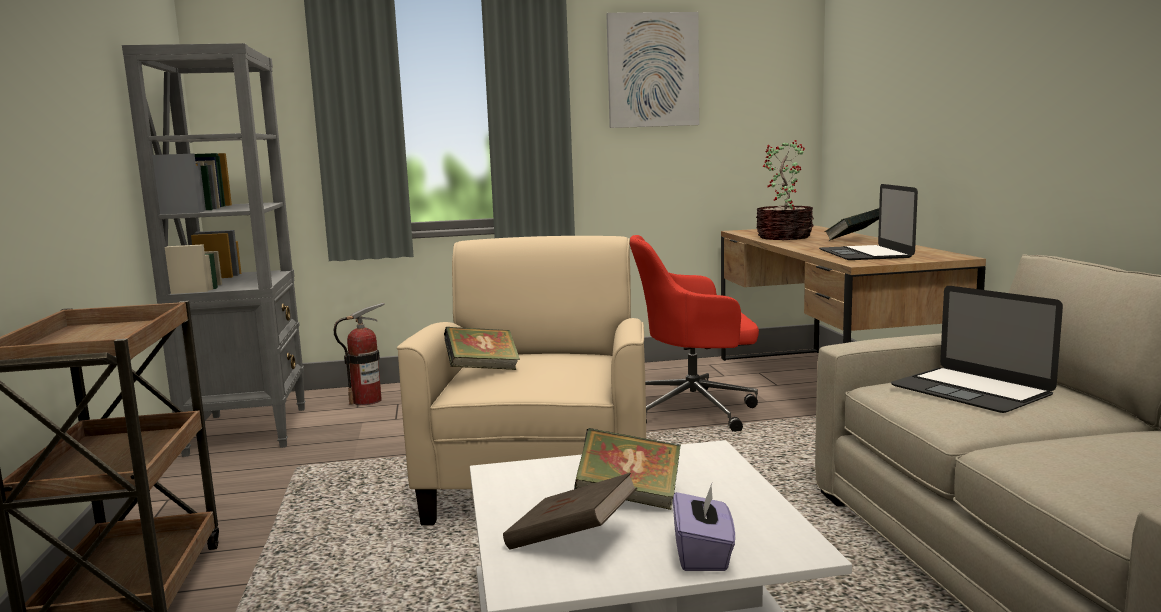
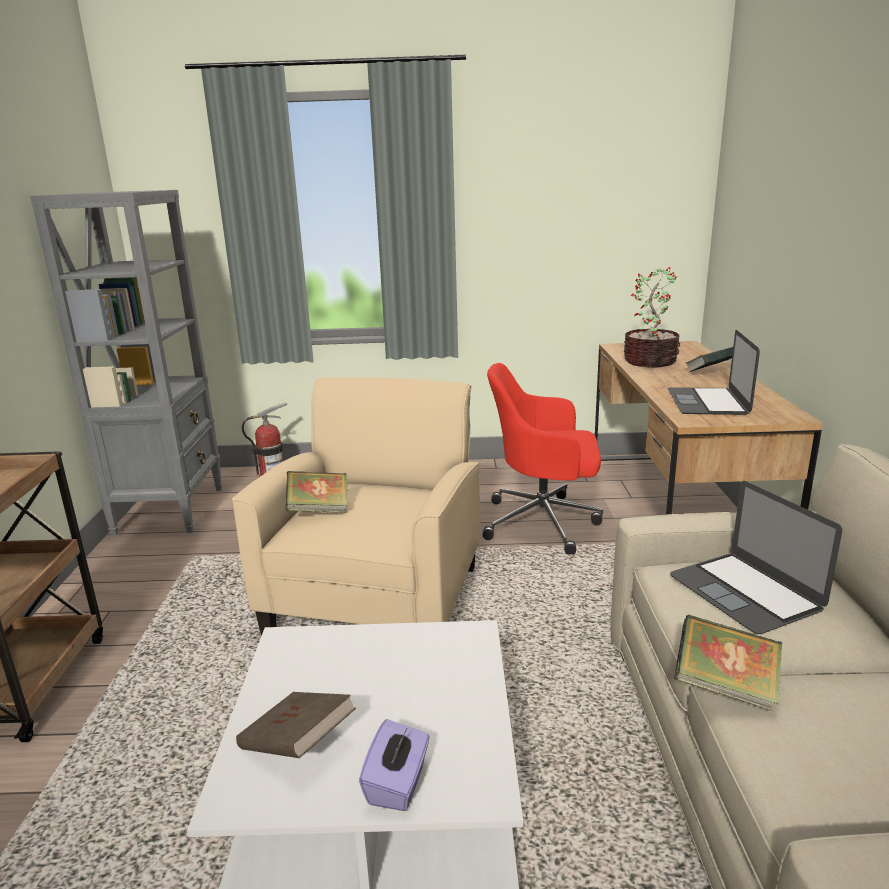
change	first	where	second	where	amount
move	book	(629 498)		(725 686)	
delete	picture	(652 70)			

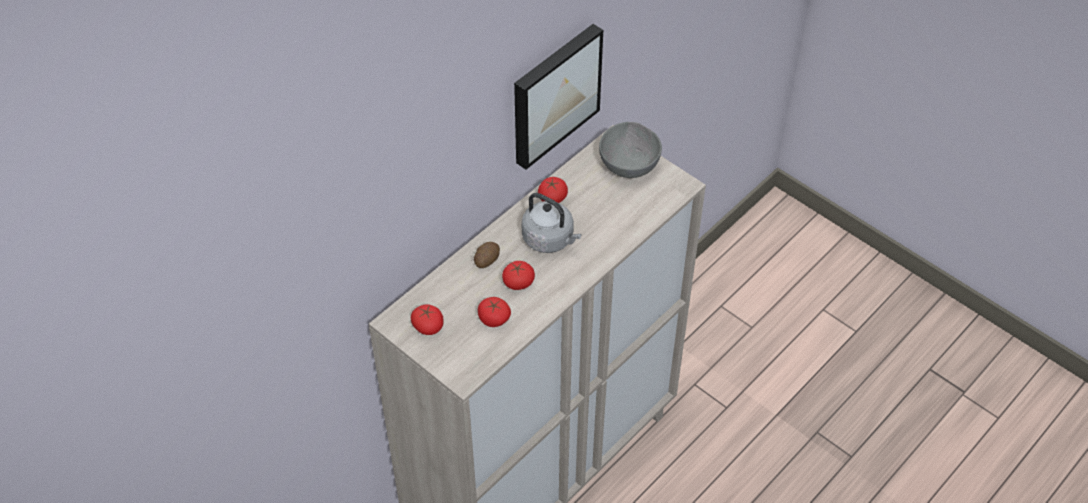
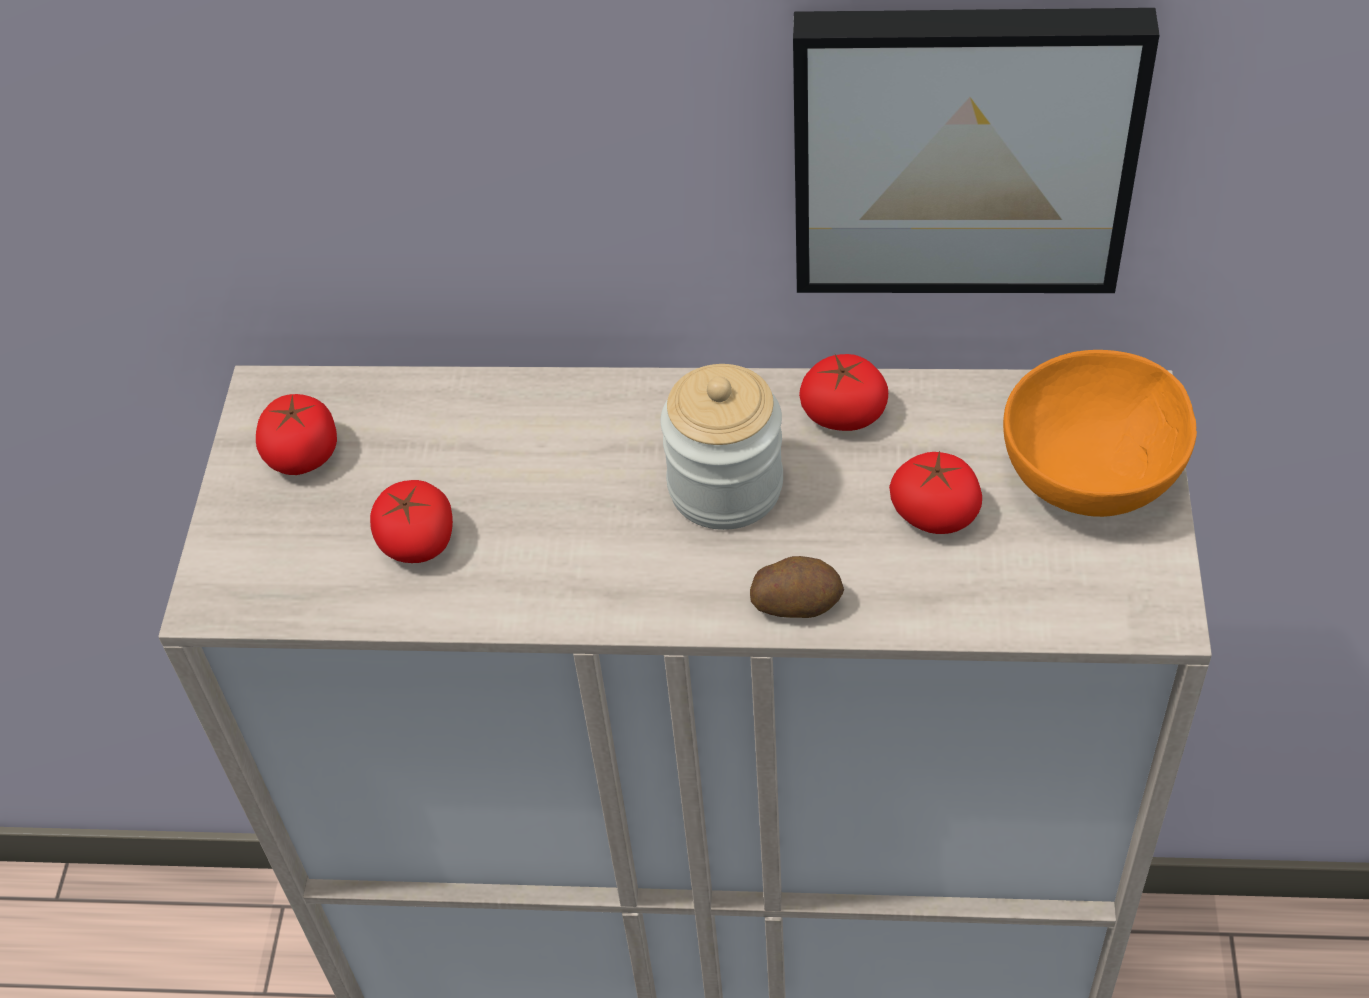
change	first	where	second	where	amount
replace	grey_kettle	(550 239)	jar	(725 487)	
move	potato	(486 260)		(796 602)	
move	tomato	(518 282)		(935 512)	
recolor	grey_bowl	(630 164)	orange_bowl	(1096 475)	

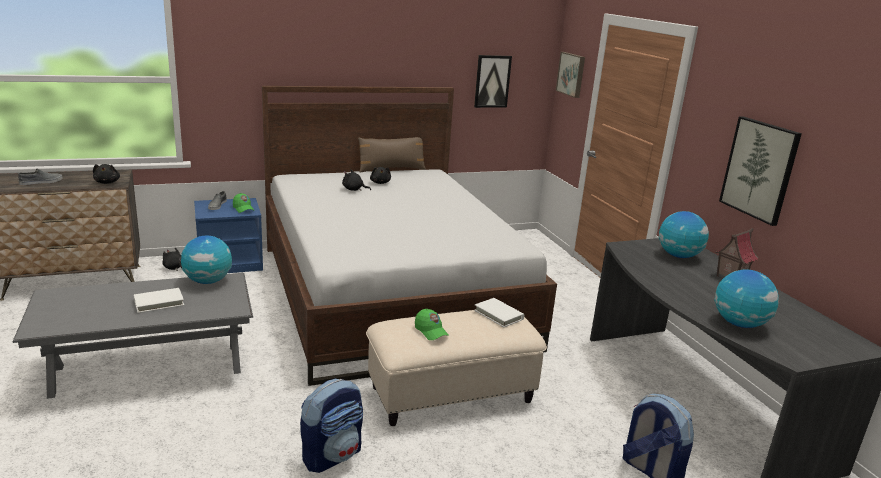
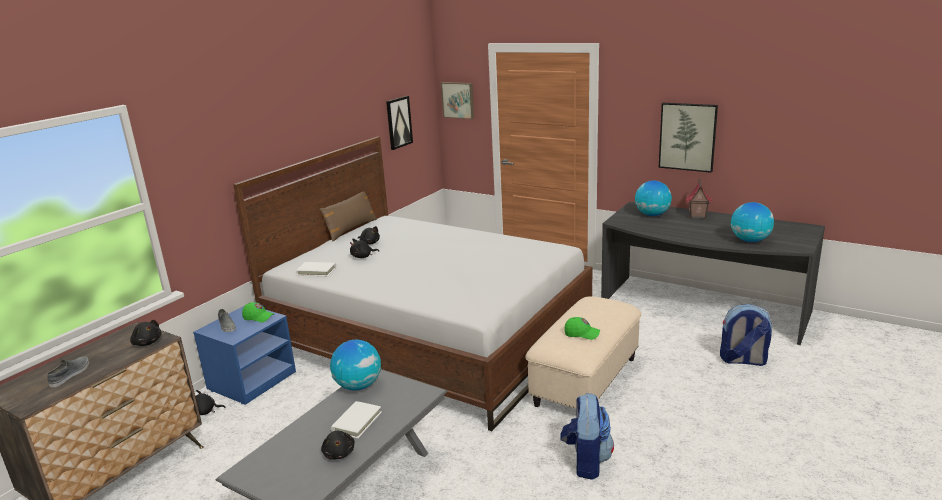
change	first	where	second	where	amount
move	white_book	(498 315)		(316 271)	
insert			black_plush_toy	(339 453)	

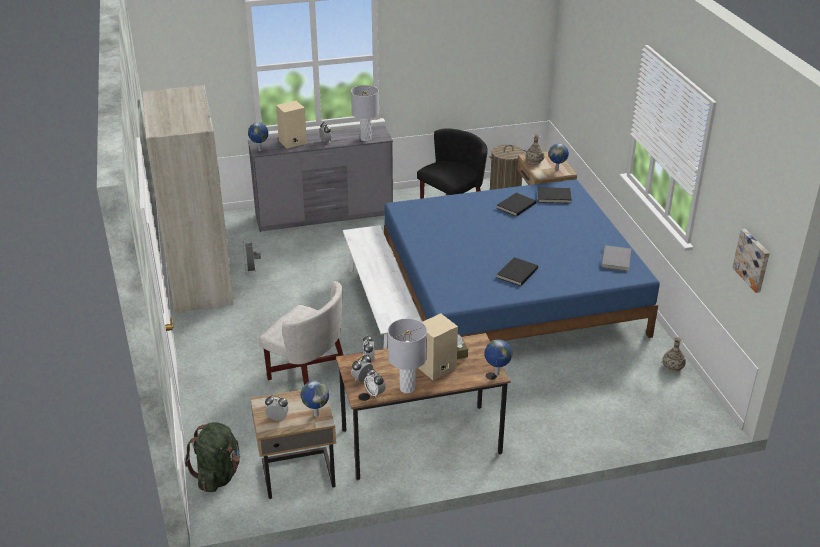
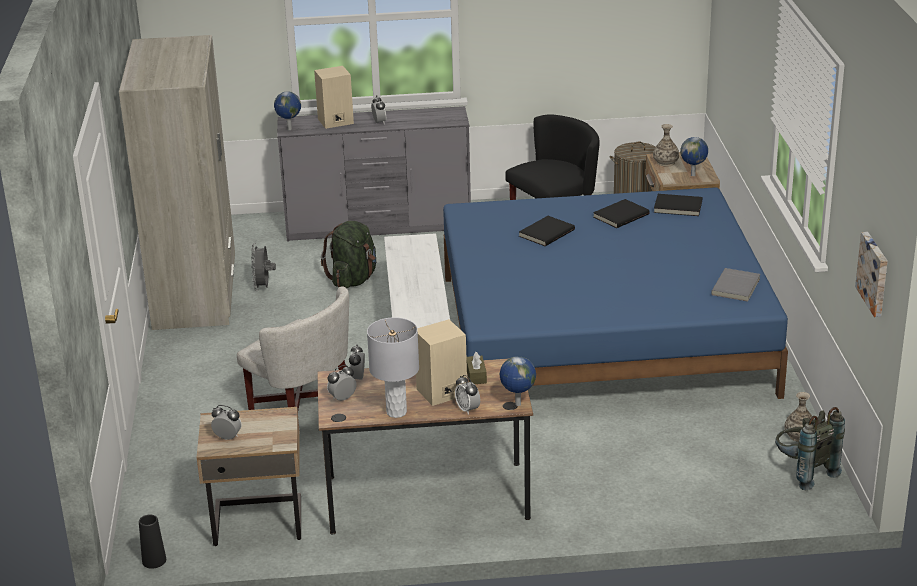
change	first	where	second	where	amount
insert			black_vase	(154 560)	
move	green_backpack	(218 475)		(353 280)	
move	alarm_clock	(375 393)		(467 409)	
move	black_book	(516 273)		(546 233)	
insert			grey_backpack	(803 472)	
delete	globe	(316 414)			
delete	grey_table_lamp	(366 139)			

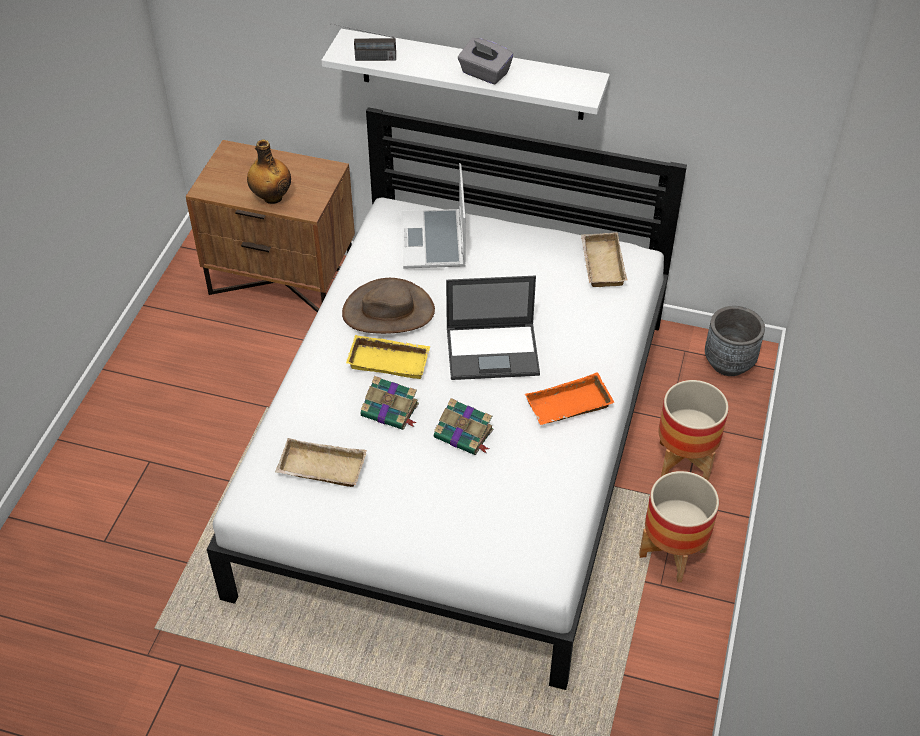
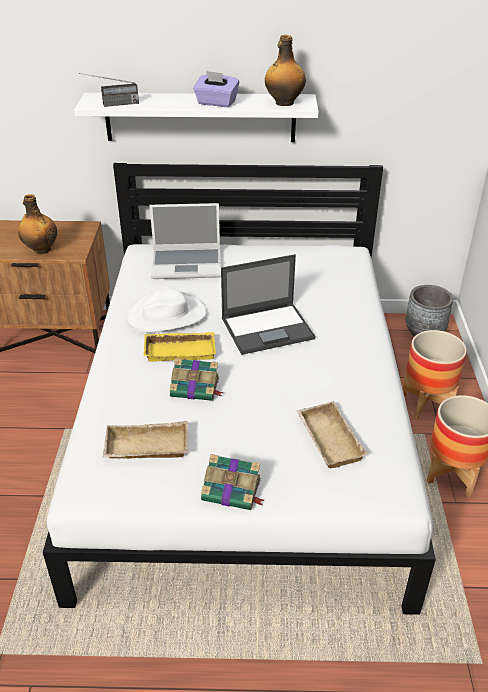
change	first	where	second	where	amount
recolor	brown_hat	(388 311)	white_hat	(166 315)	
rotate	laptop	(435 242)		(187 264)	75 degrees counterclockwise
recolor	grey_tissue_box	(484 74)	purple_tissue_box	(216 103)	
move	book	(464 434)		(232 490)	
insert			bottle	(283 103)	
move	beige_tray	(600 263)		(327 439)	
delete	orange_tray	(568 407)			

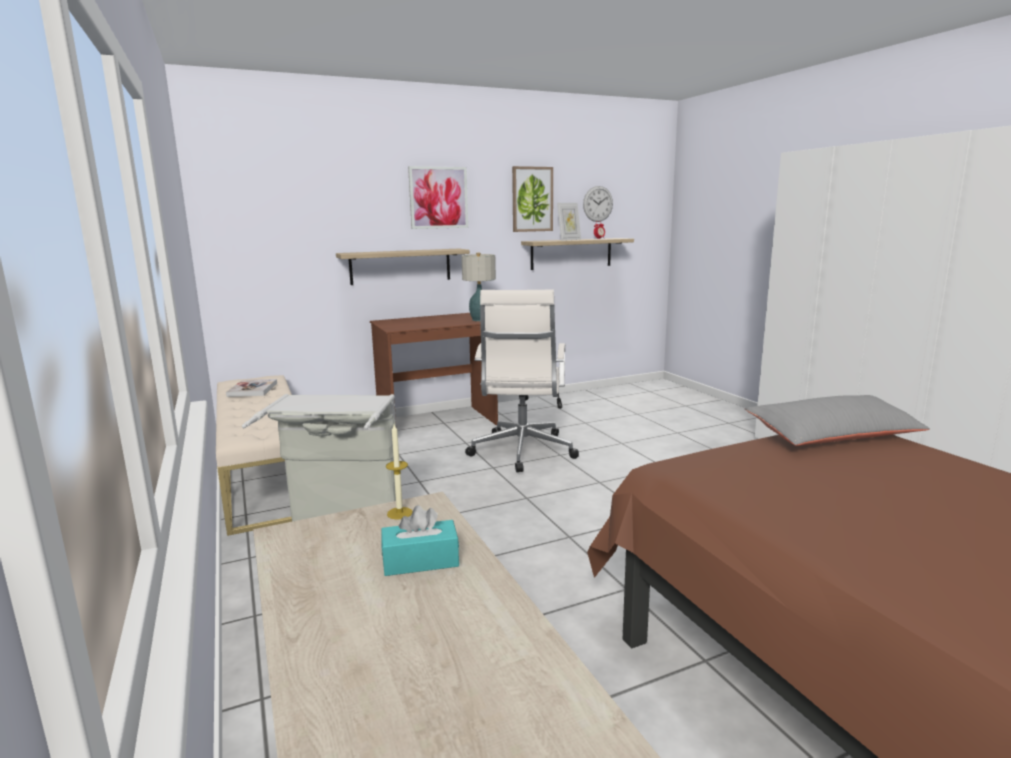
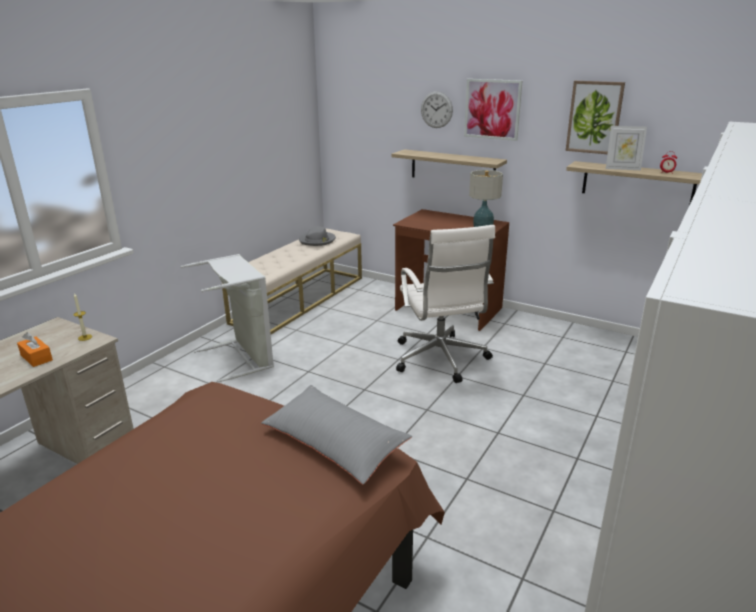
change	first	where	second	where	amount
recolor	turquoise_tissue_box	(420 561)	orange_tissue_box	(36 358)	
replace	book	(252 389)	grey_hat	(317 240)	
rotate	white_office_chair	(522 452)		(440 359)	75 degrees counterclockwise
move	wall_clock	(598 204)		(436 109)	

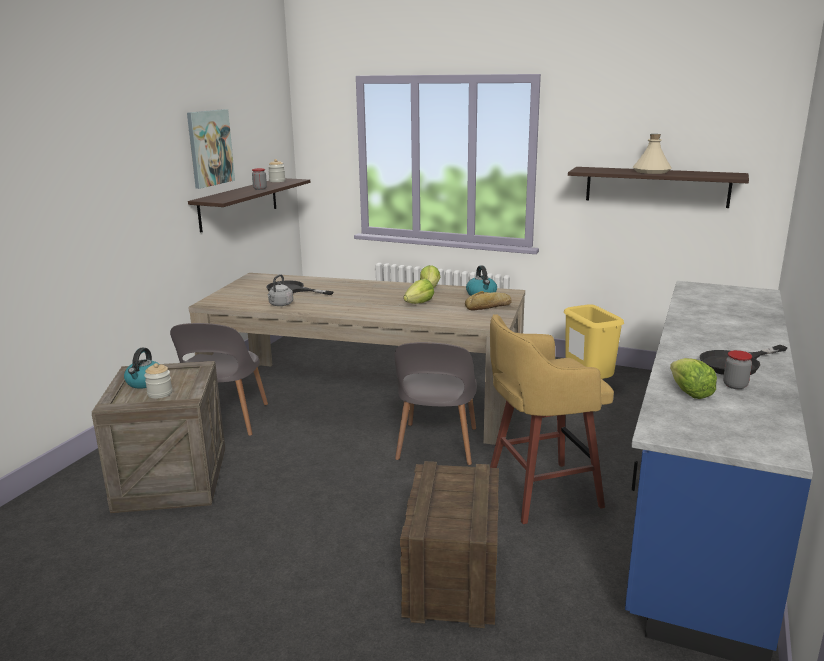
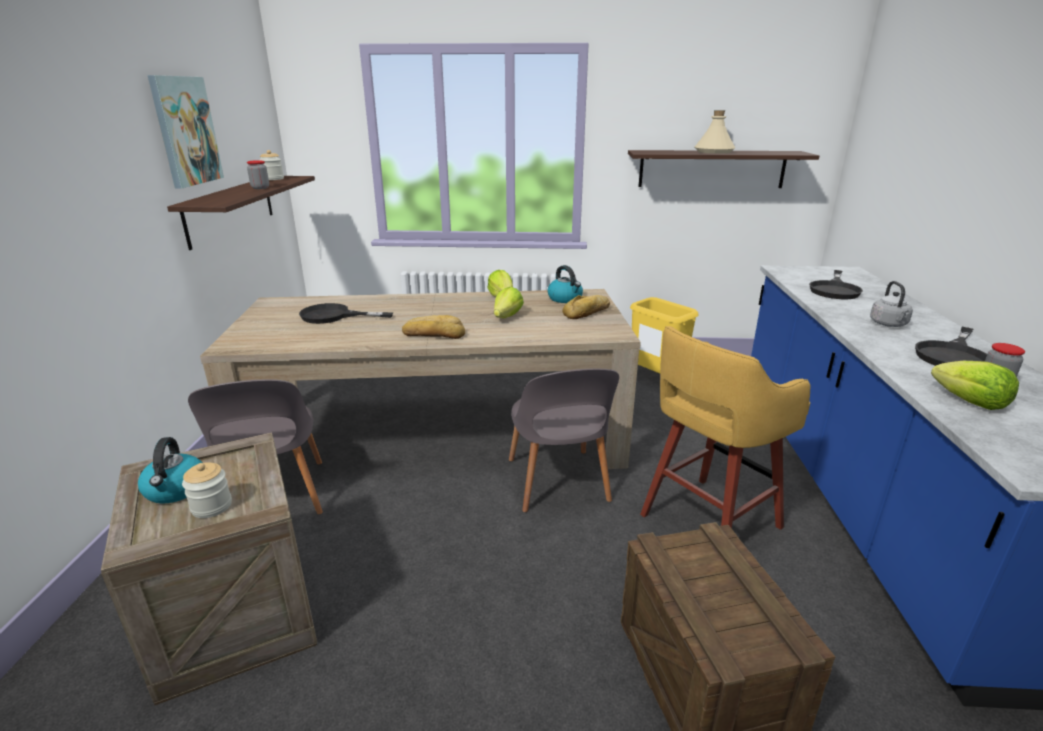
change	first	where	second	where	amount
insert			bread	(434 334)	
insert			black_frying_pan	(835 289)	
move	grey_kettle	(280 305)		(889 324)	

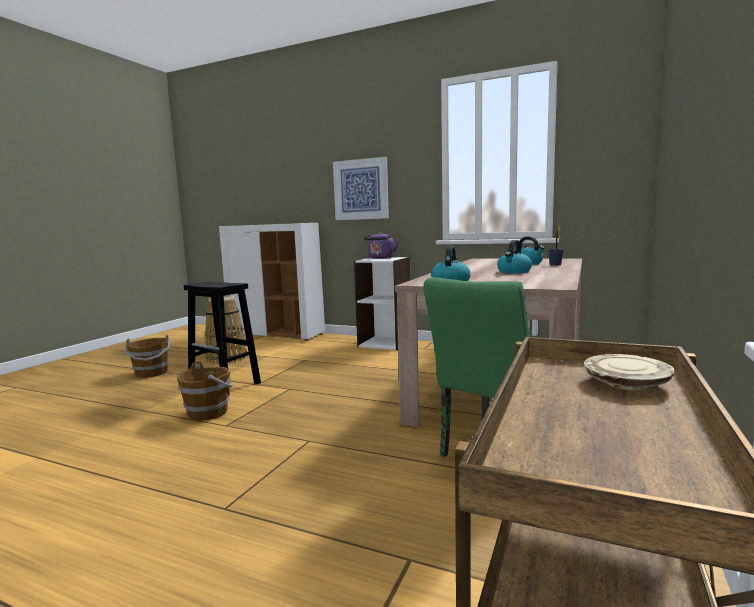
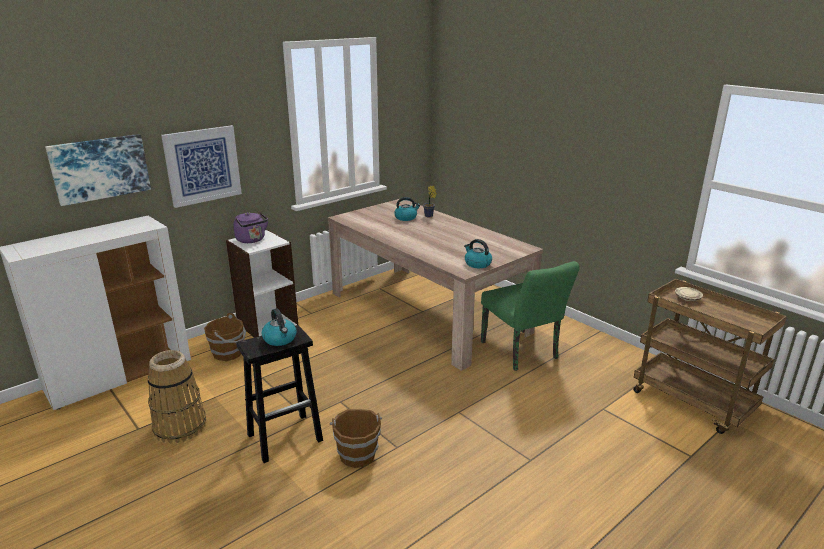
change	first	where	second	where	amount
insert			picture	(100 168)	
move	brown_bucket	(151 373)		(228 353)	
move	kettle	(514 272)		(280 339)	

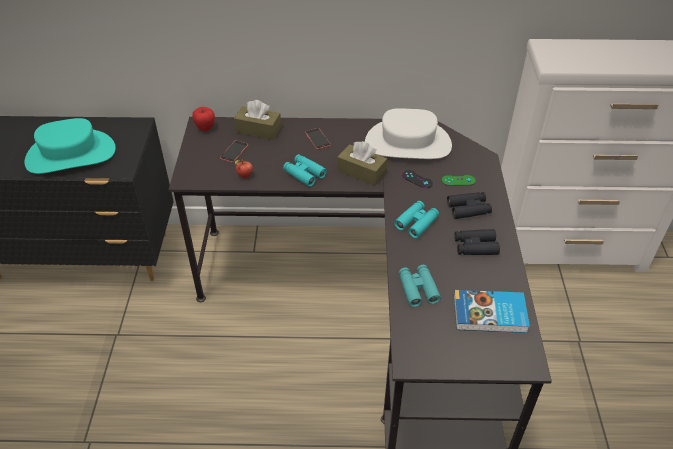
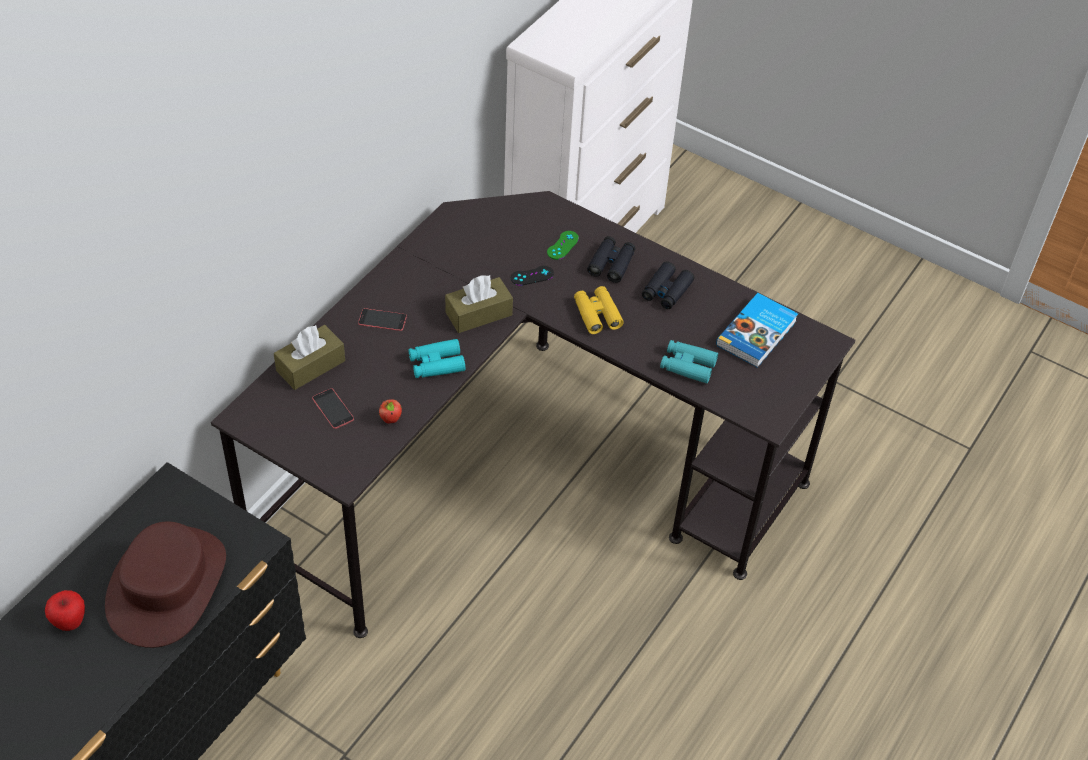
change	first	where	second	where	amount
move	apple	(205 128)		(70 622)	
recolor	turquoise_hat	(71 154)	brown_hat	(167 585)	
recolor	turquoise_binoculars	(416 222)	yellow_binoculars	(597 314)	
delete	white_hat	(408 144)			

